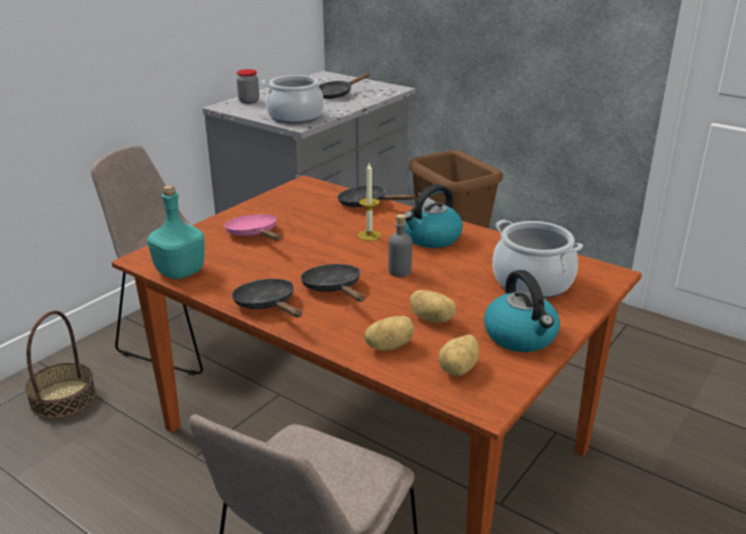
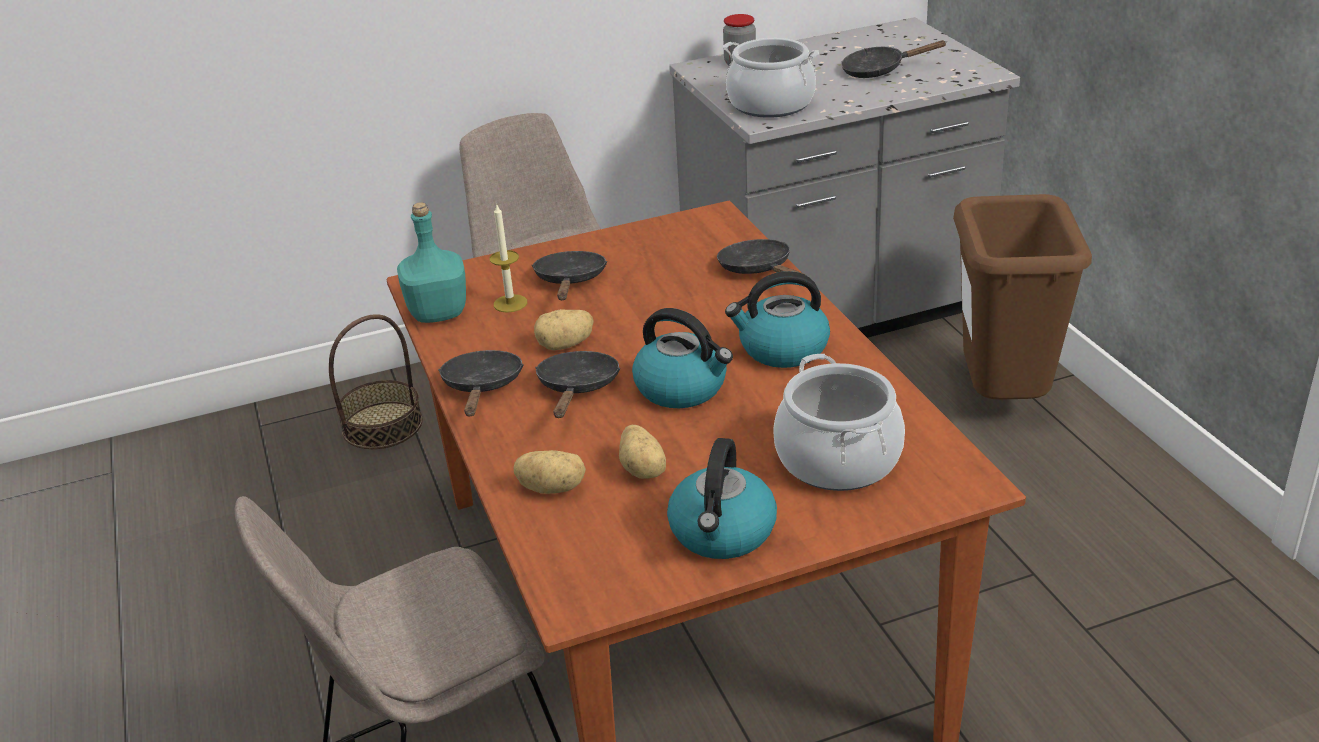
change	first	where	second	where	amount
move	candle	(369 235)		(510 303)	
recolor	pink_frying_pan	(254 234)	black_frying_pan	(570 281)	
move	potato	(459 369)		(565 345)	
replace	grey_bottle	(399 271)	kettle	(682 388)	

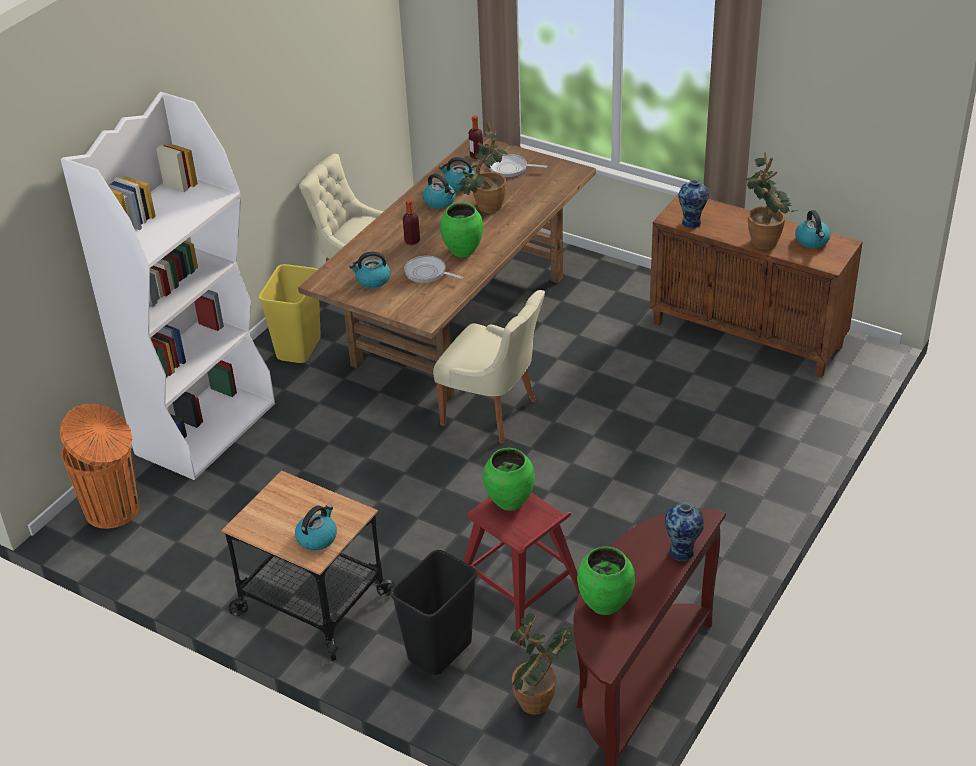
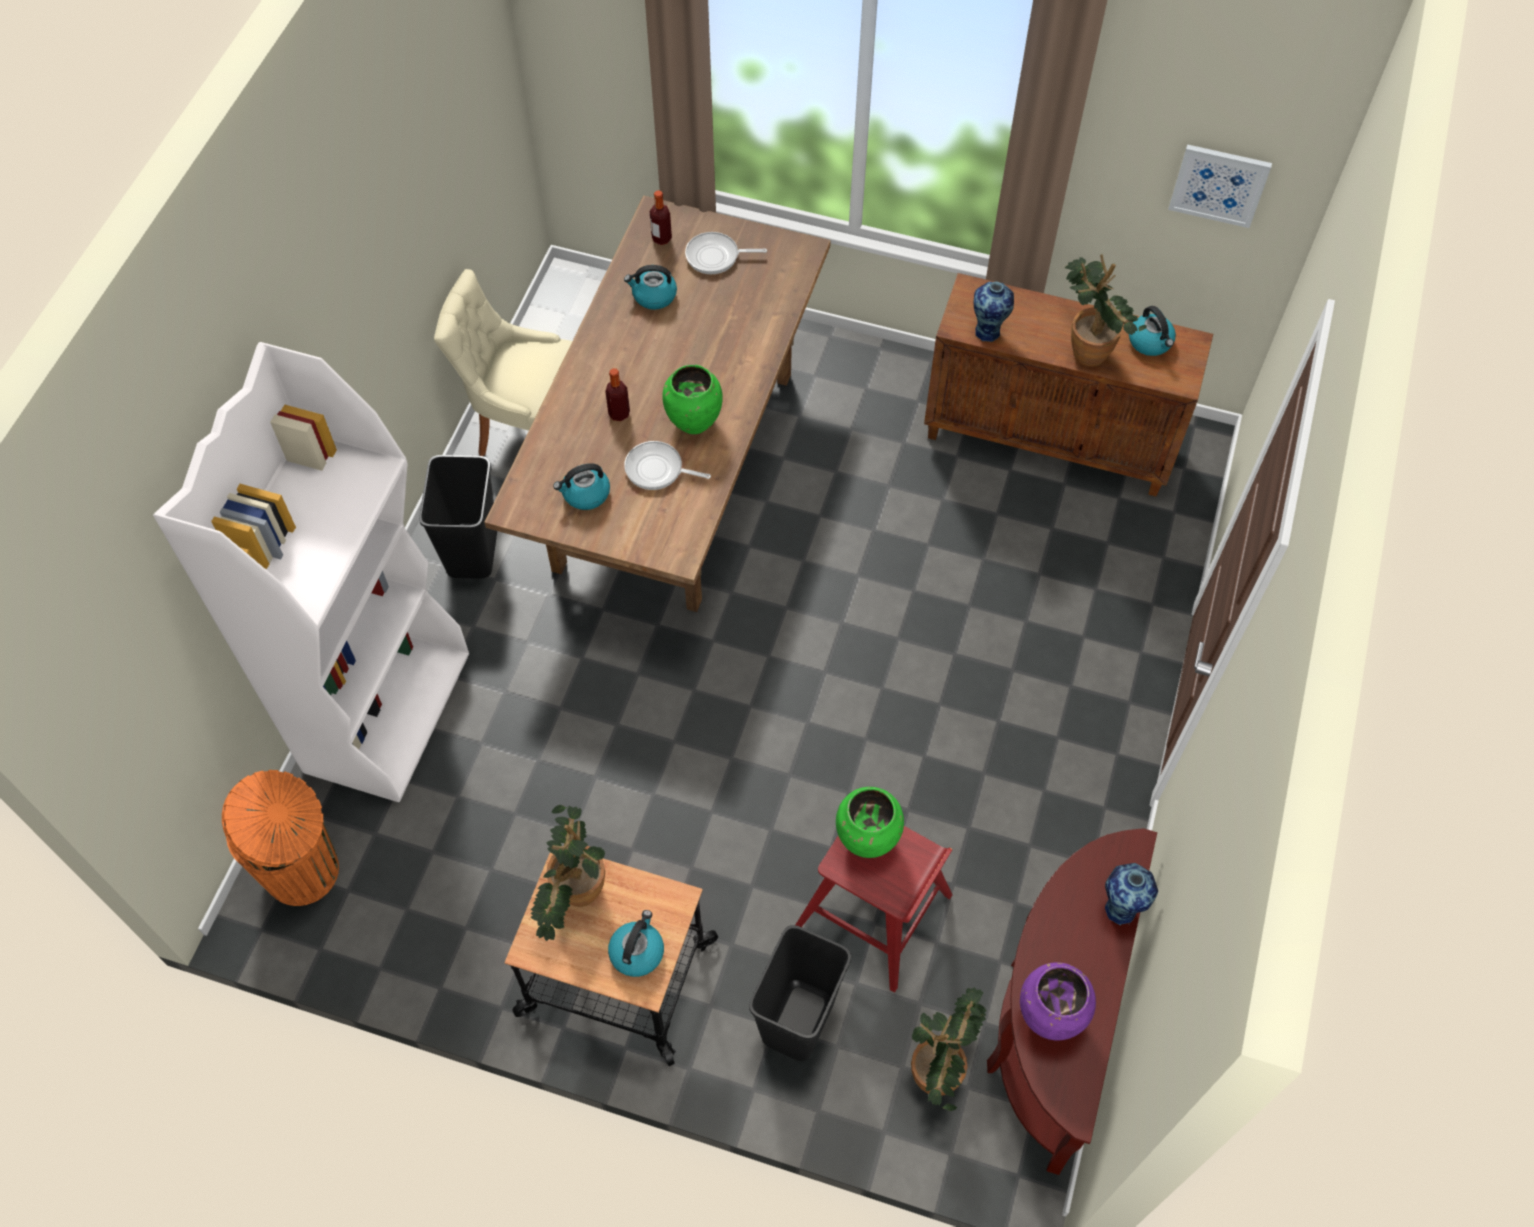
change	first	where	second	where	amount
recolor	yellow_trash_can	(298 348)	black_trash_can	(471 551)	
move	potted_plant	(485 209)		(574 897)	
recolor	green_vase	(605 604)	purple_vase	(1048 1015)	
insert			picture	(1219 184)	
delete	kettle	(440 201)			
delete	beige_chair	(492 413)			

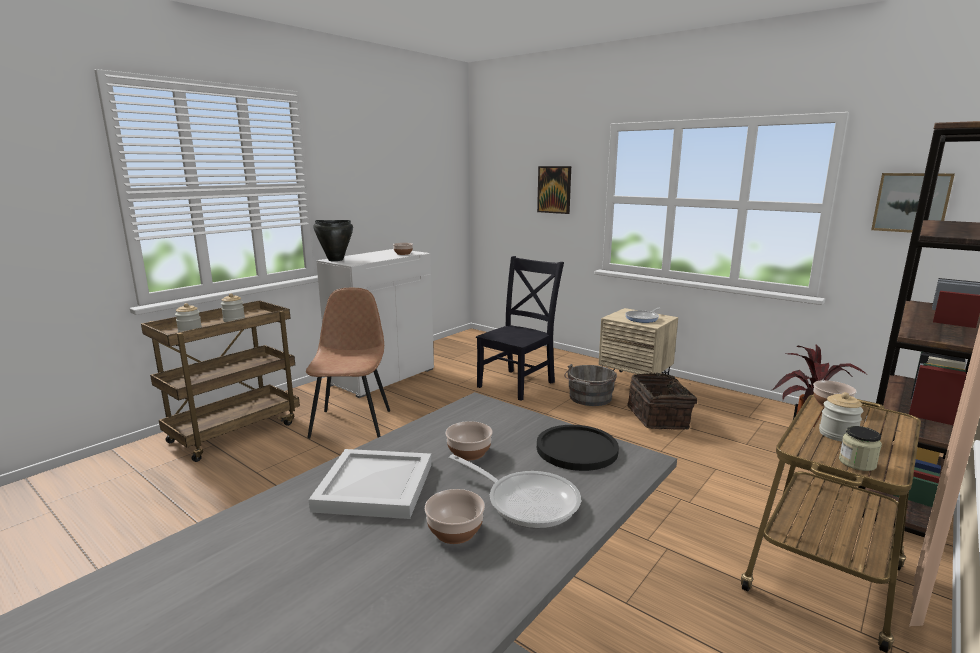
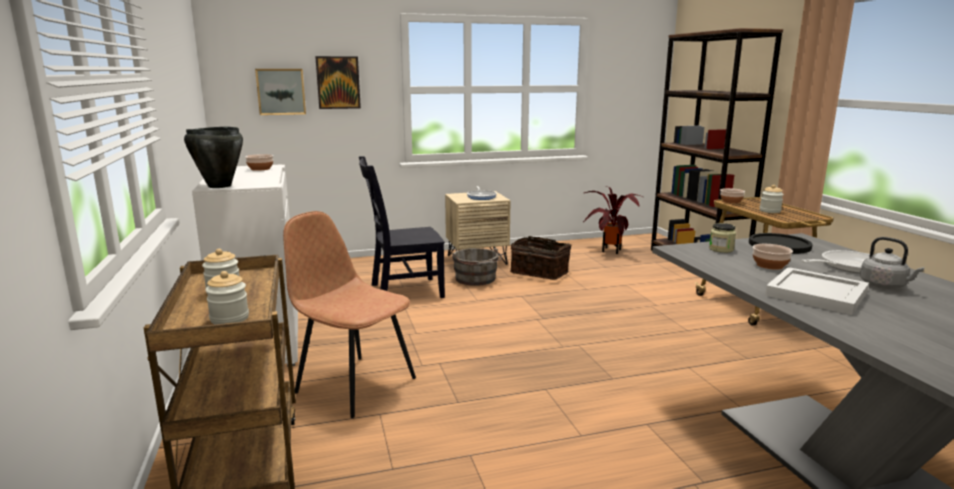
change	first	where	second	where	amount
move	picture	(911 202)		(281 91)	
rotate	black_chair	(518 383)		(403 291)	90 degrees counterclockwise
move	jar	(857 463)		(721 249)	
replace	bowl	(455 531)	grey_kettle	(885 286)	

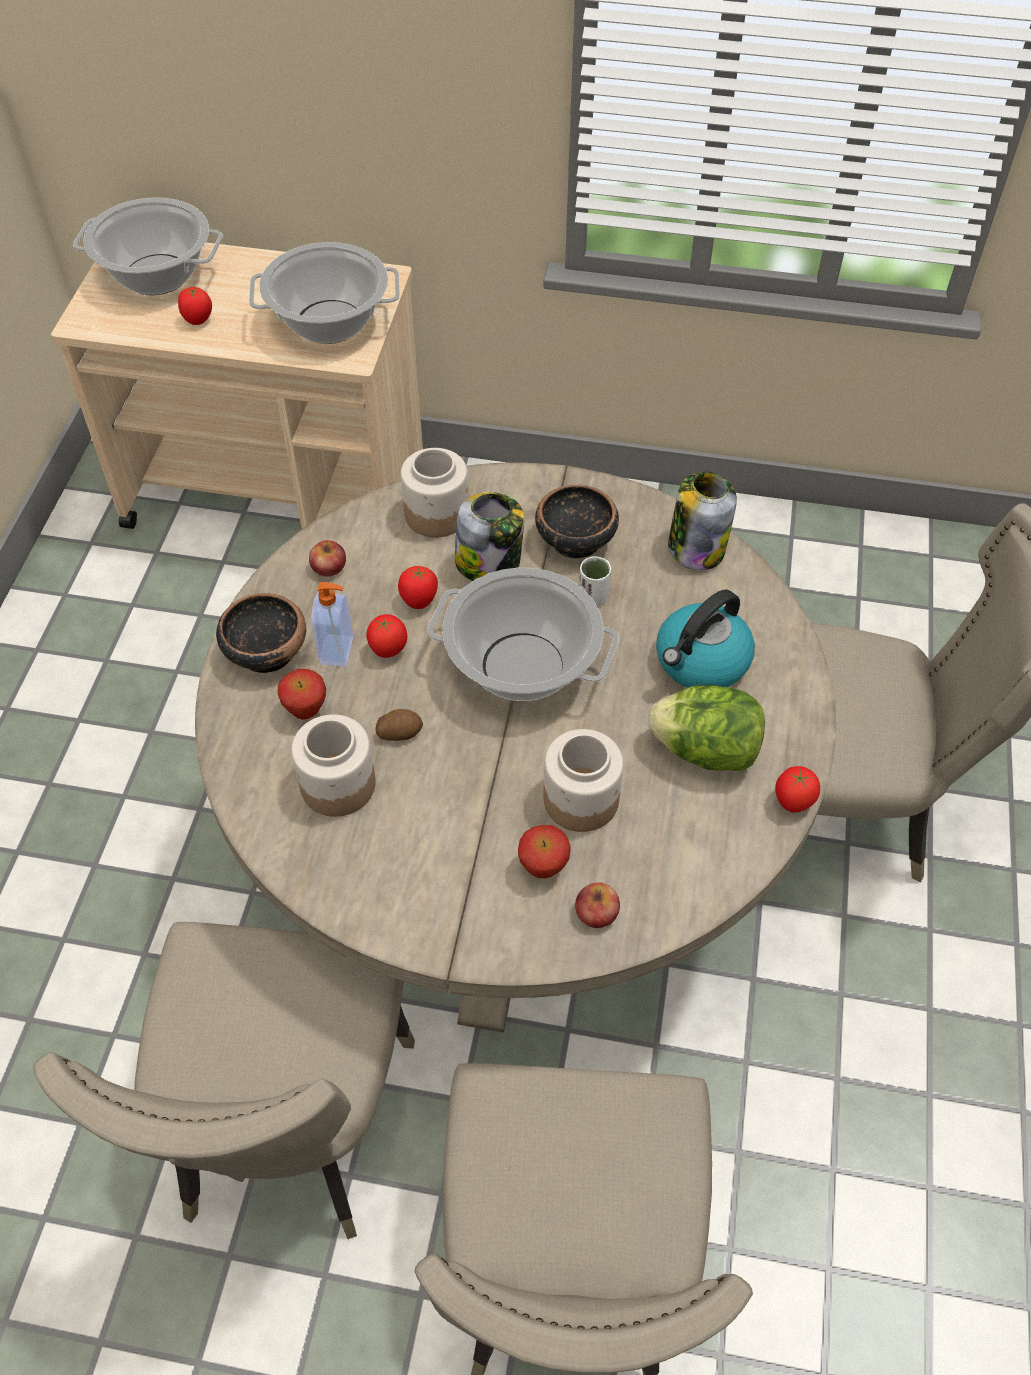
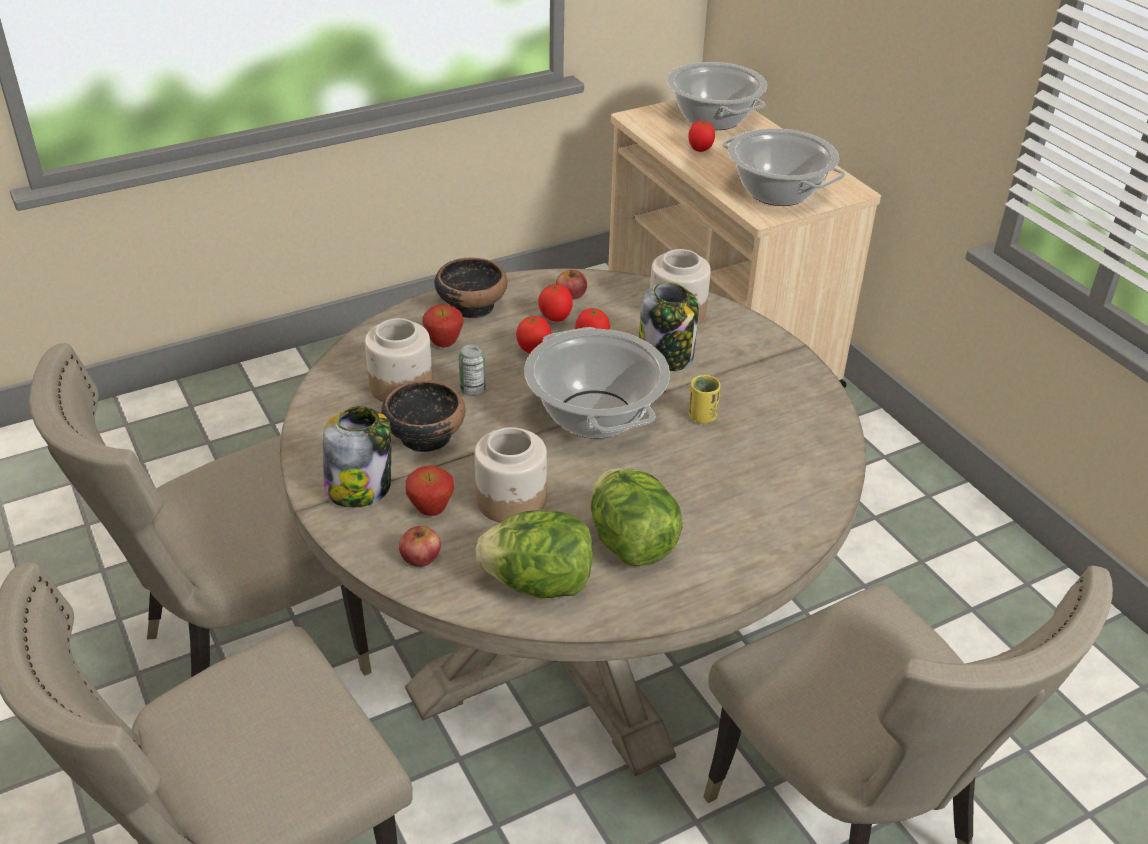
change	first	where	second	where	amount
move	jar	(696 547)		(360 487)	
move	bowl	(575 540)		(424 436)	
replace	potato	(399 732)	can	(473 390)	
insert			lettuce	(539 584)	
move	tomato	(792 802)		(555 318)	
recolor	white_cup	(593 596)	yellow_cup	(702 417)	
delete	soap_dispenser	(338 651)			
delete	kettle	(701 662)			

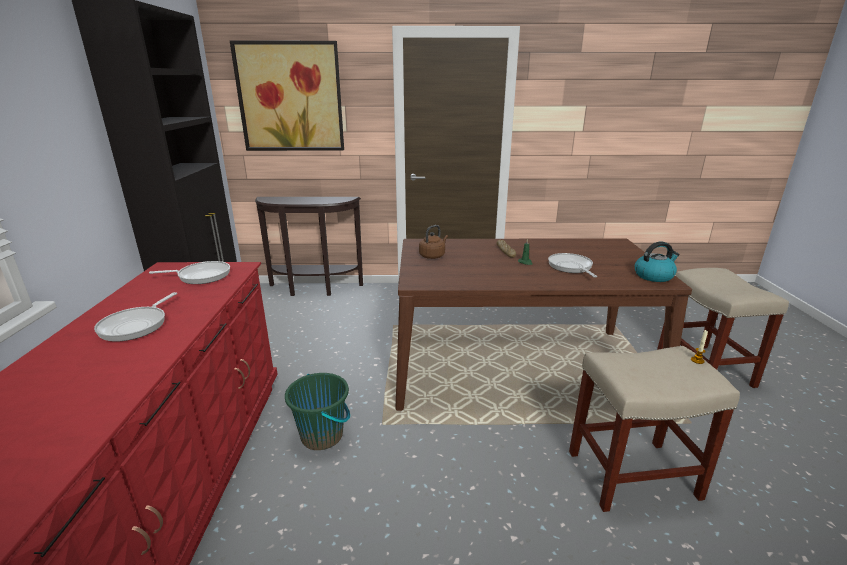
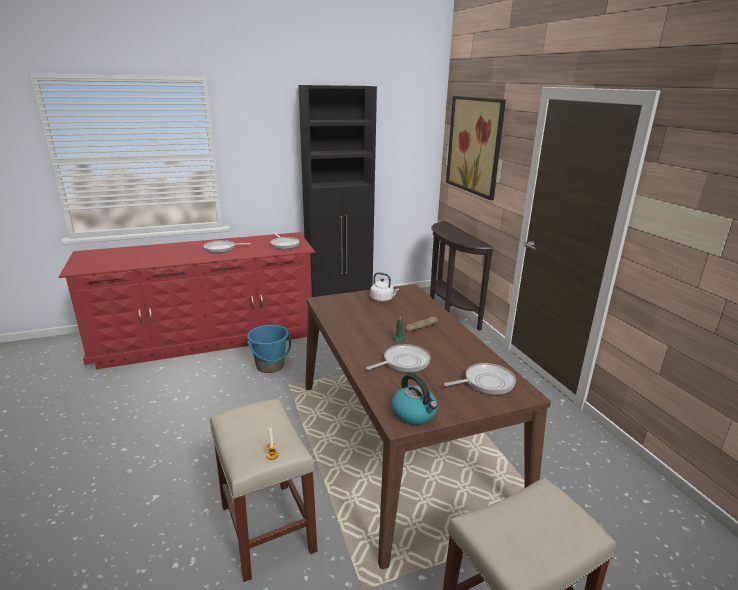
change	first	where	second	where	amount
recolor	green_bucket	(322 435)	blue_bucket	(270 366)	
recolor	brown_kettle	(433 256)	white_kettle	(383 299)	
insert			frying_pan	(486 382)	

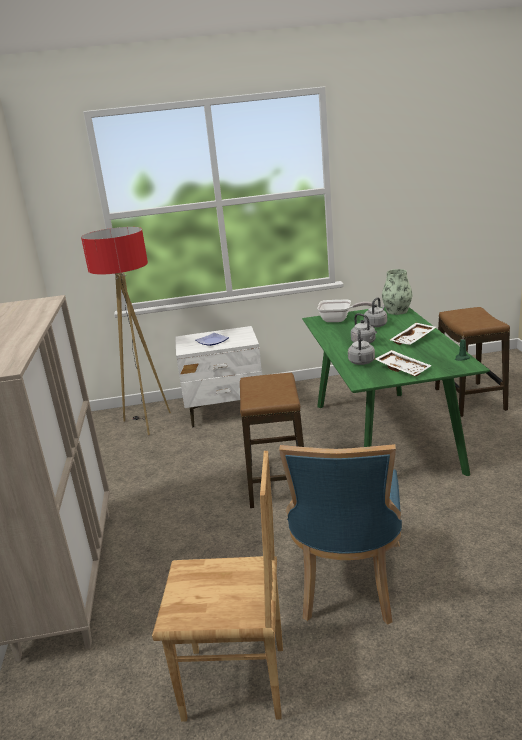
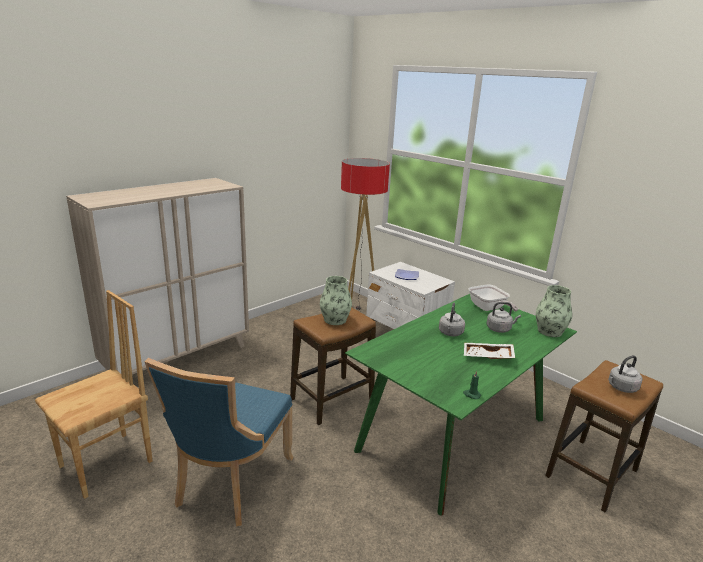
change	first	where	second	where	amount
rotate	brown_chair	(236 684)		(108 464)	105 degrees counterclockwise
rotate	blue_chair	(348 583)		(230 482)	45 degrees counterclockwise
insert			vase	(335 320)	
move	grey_kettle	(361 362)		(621 388)	
delete	white_tray	(403 369)			

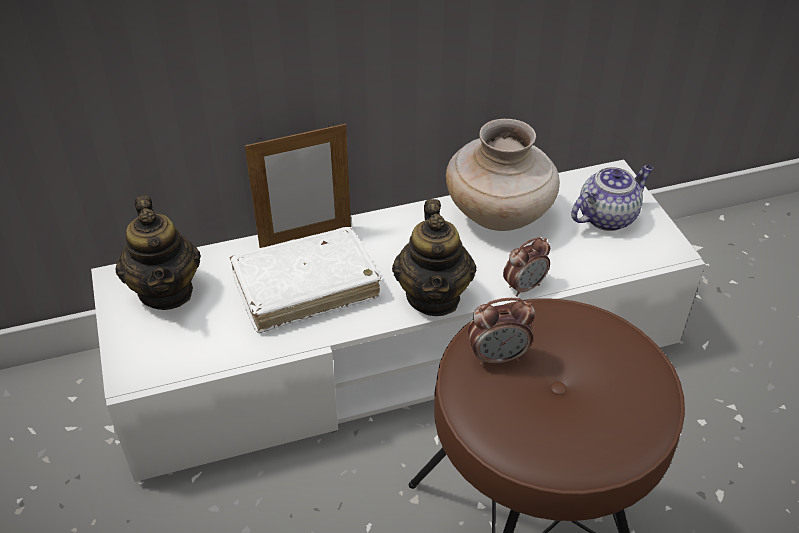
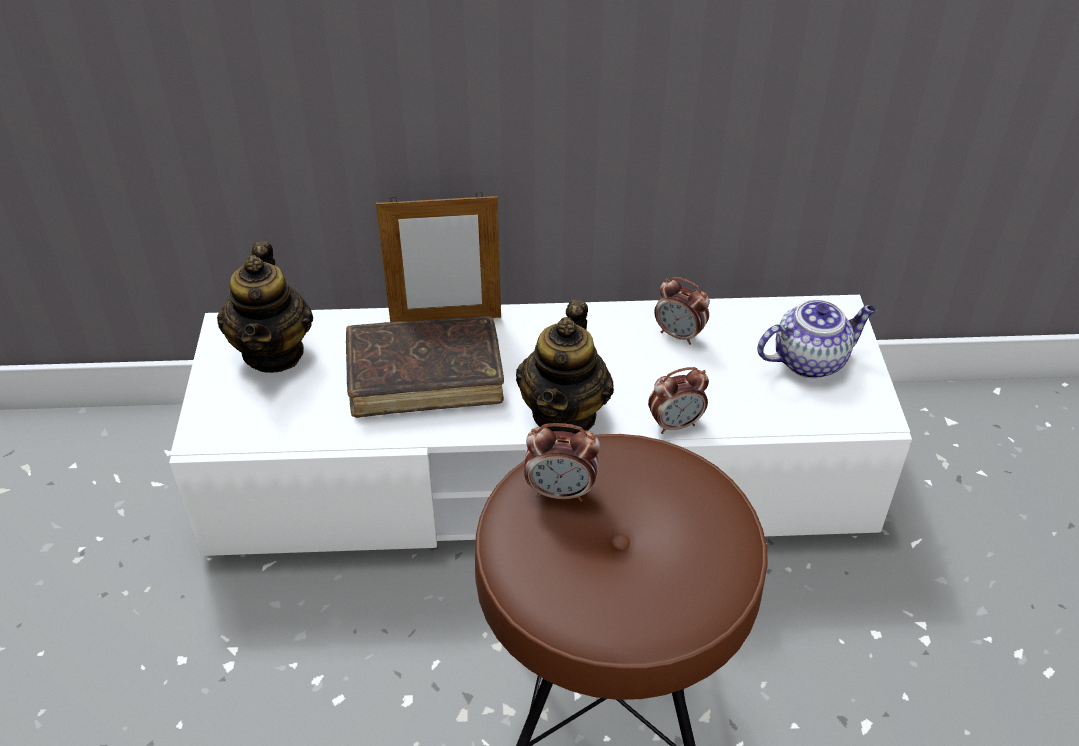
change	first	where	second	where	amount
recolor	white_book	(306 287)	brown_book	(425 377)	
replace	beige_vase	(499 215)	alarm_clock	(679 335)	

